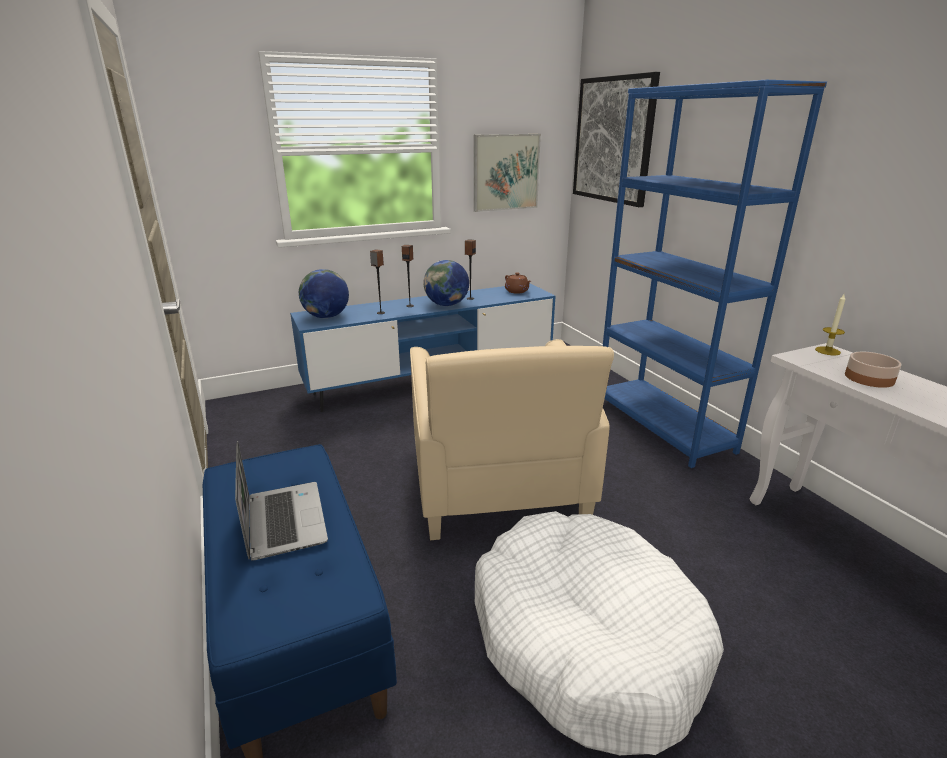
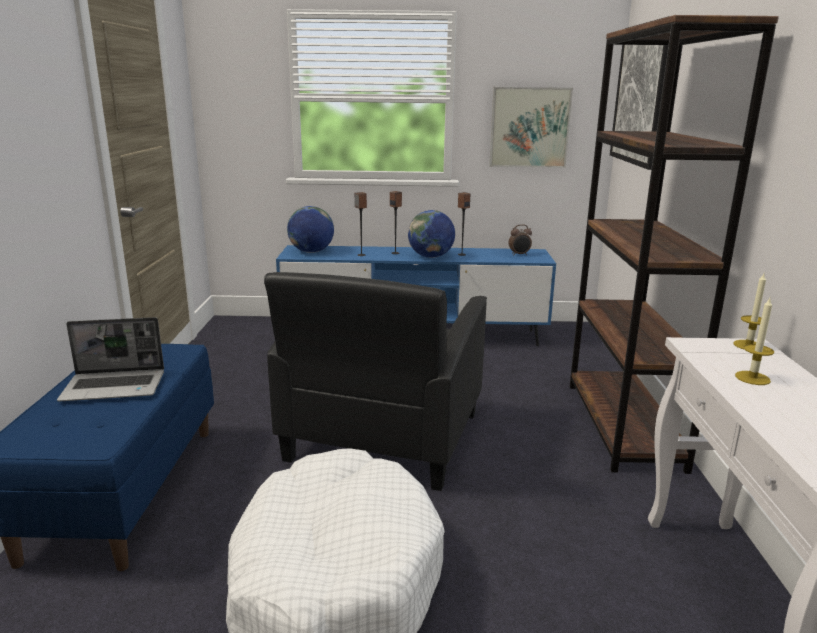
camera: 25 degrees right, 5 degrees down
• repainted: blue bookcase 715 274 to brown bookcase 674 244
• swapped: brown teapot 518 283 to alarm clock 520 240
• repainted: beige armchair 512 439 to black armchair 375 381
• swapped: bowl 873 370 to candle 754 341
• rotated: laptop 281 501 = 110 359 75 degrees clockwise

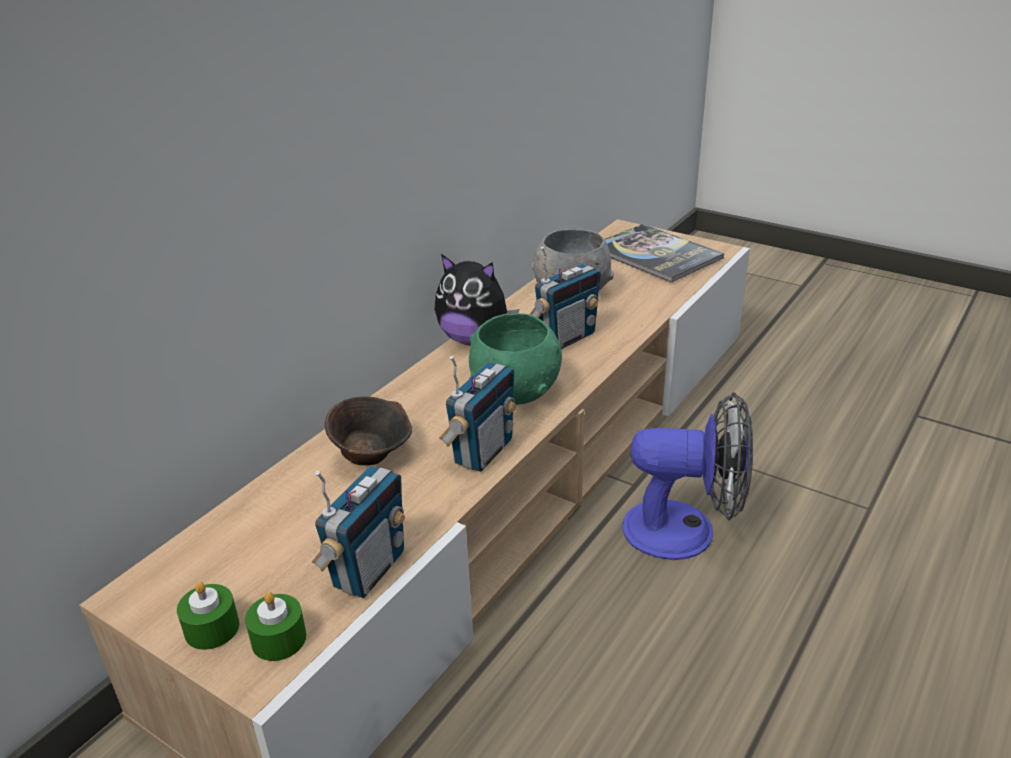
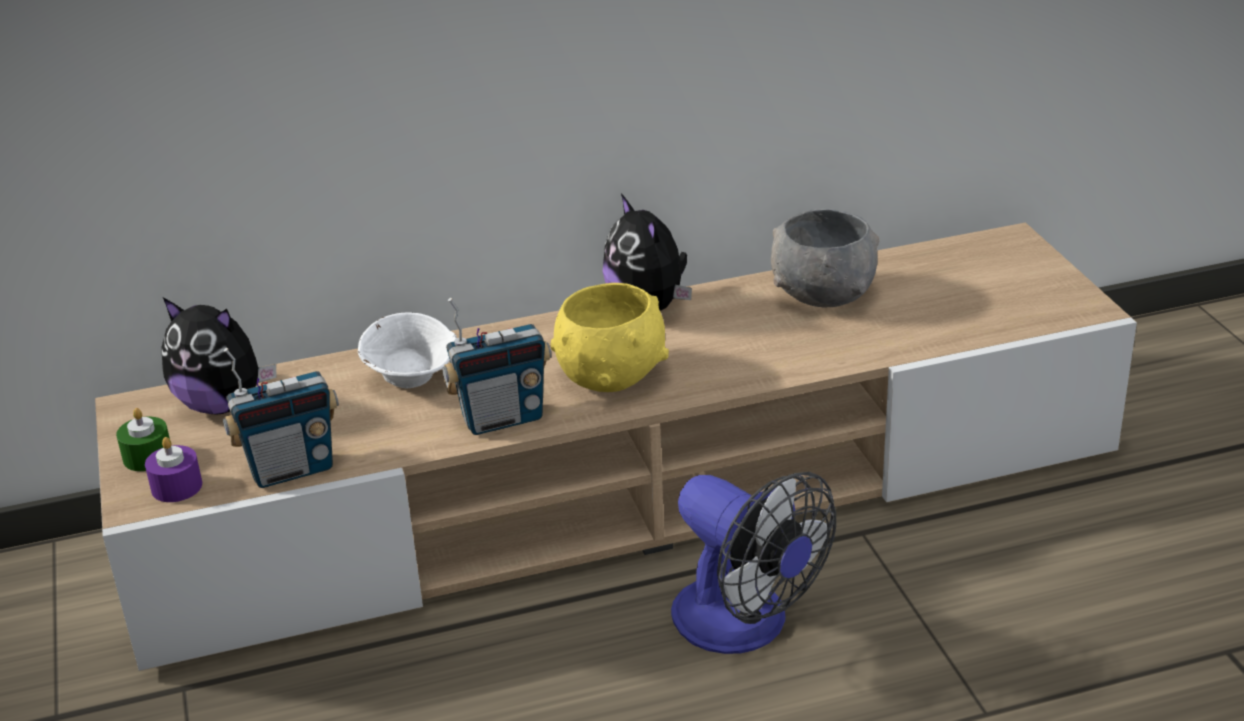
camera: 40 degrees right, 0 degrees up
• gone: book 664 253
• gone: radio 565 297
• repainted: green bowl 515 359 to yellow bowl 610 337
• repainted: brown bowl 368 430 to white bowl 407 350
• repainted: green candle 275 626 to purple candle 173 469
• new: plush toy 218 356

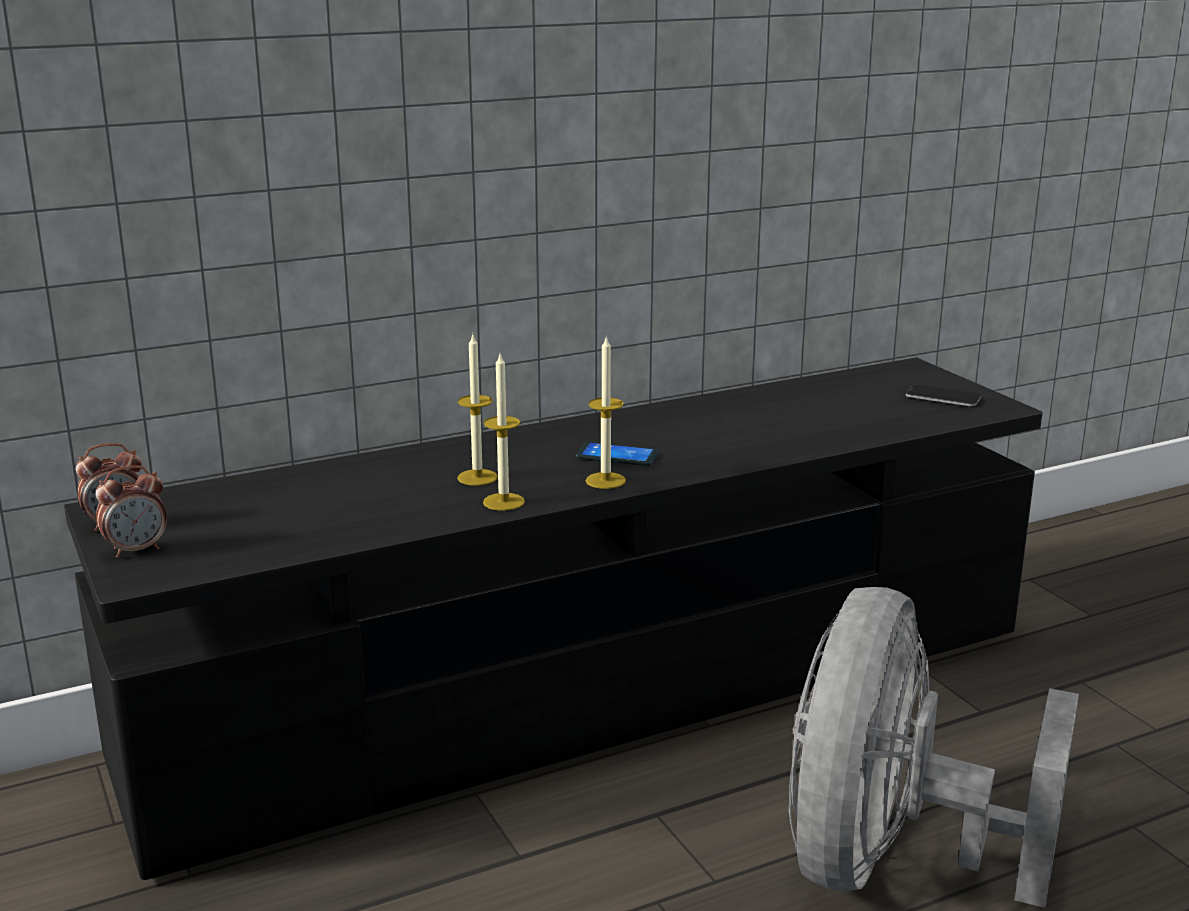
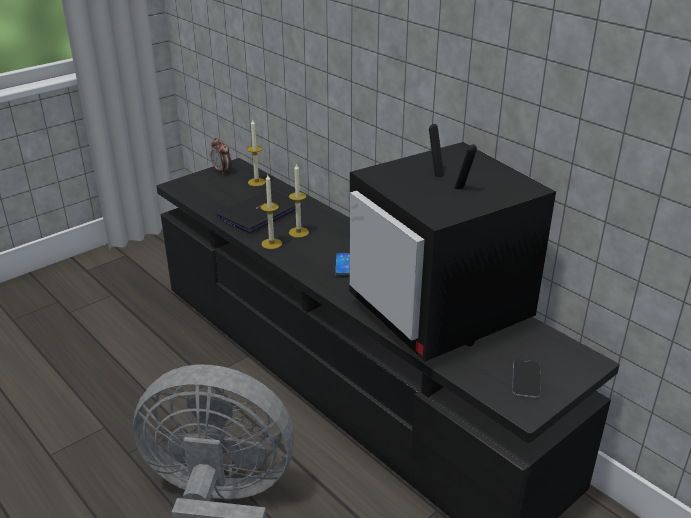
camera: 75 degrees right, 10 degrees up
• shifted: candle 606 412 to 256 153
• gone: alarm clock 131 511
• new: television 452 242
• new: laptop 256 212

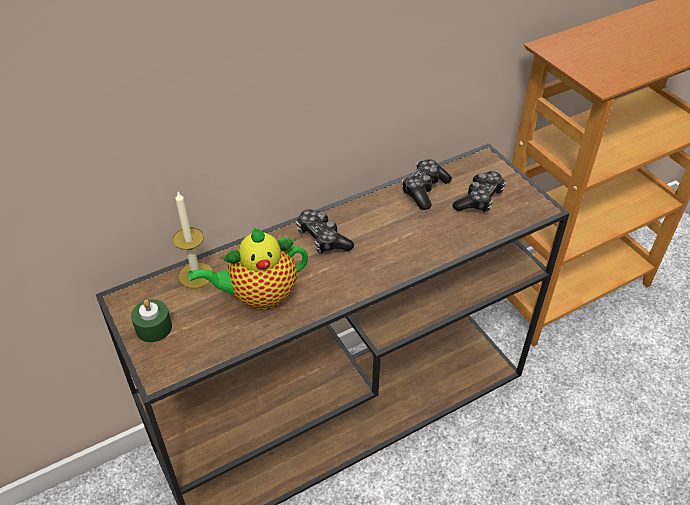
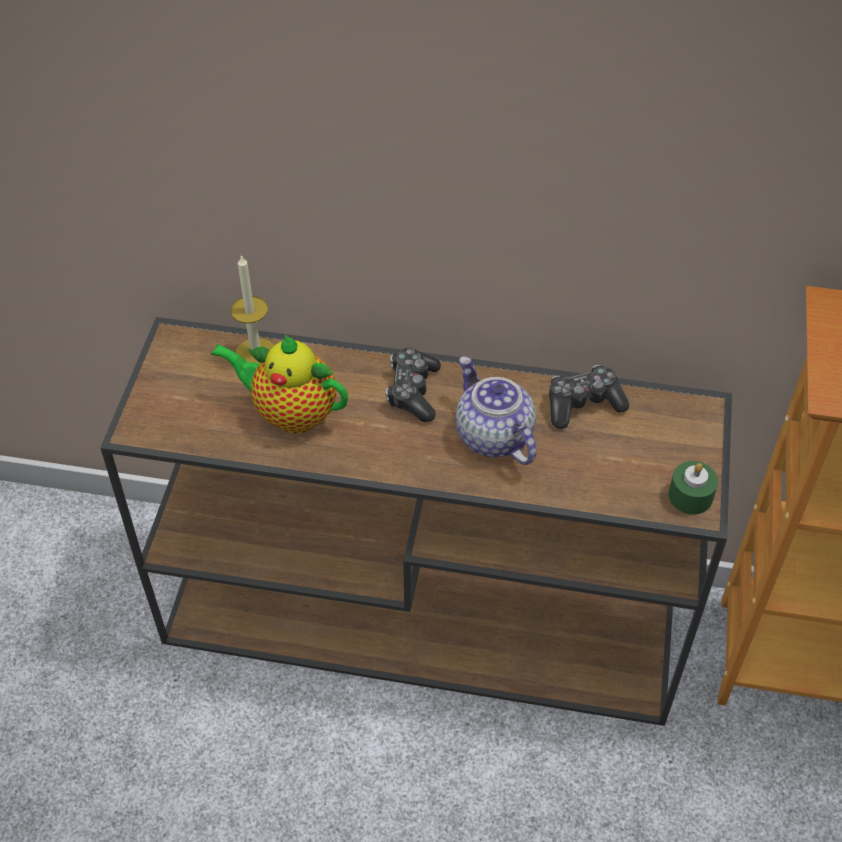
camera: 40 degrees right, 5 degrees up
• gone: game controller 479 191
• shifted: green candle 151 320 to 693 487
• new: teapot 496 410

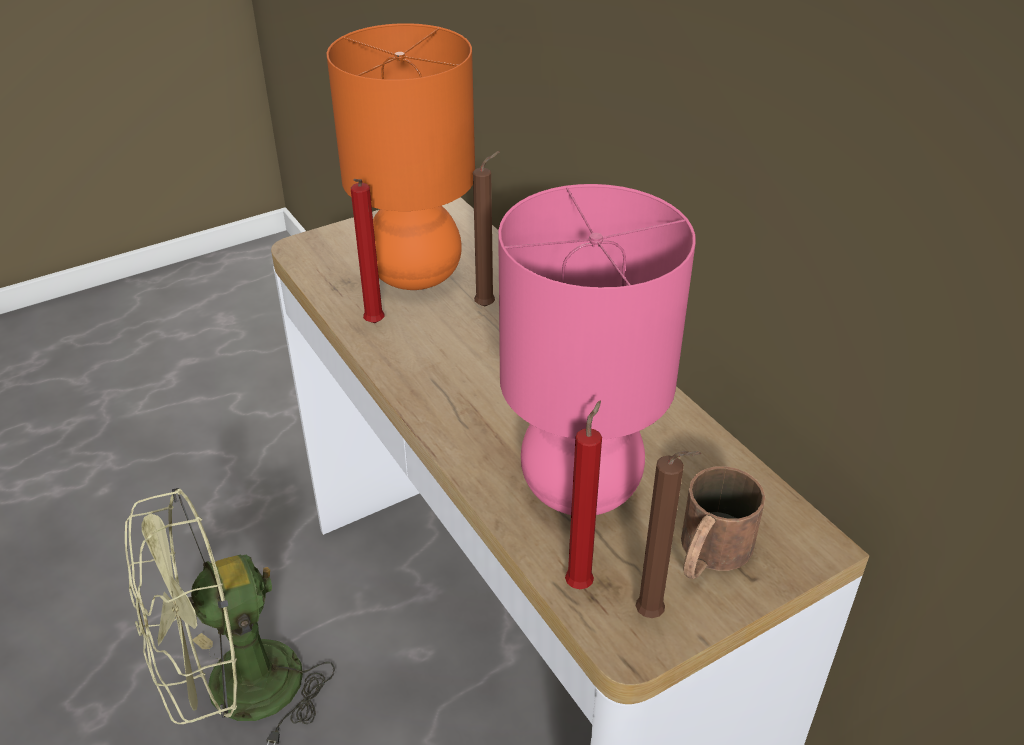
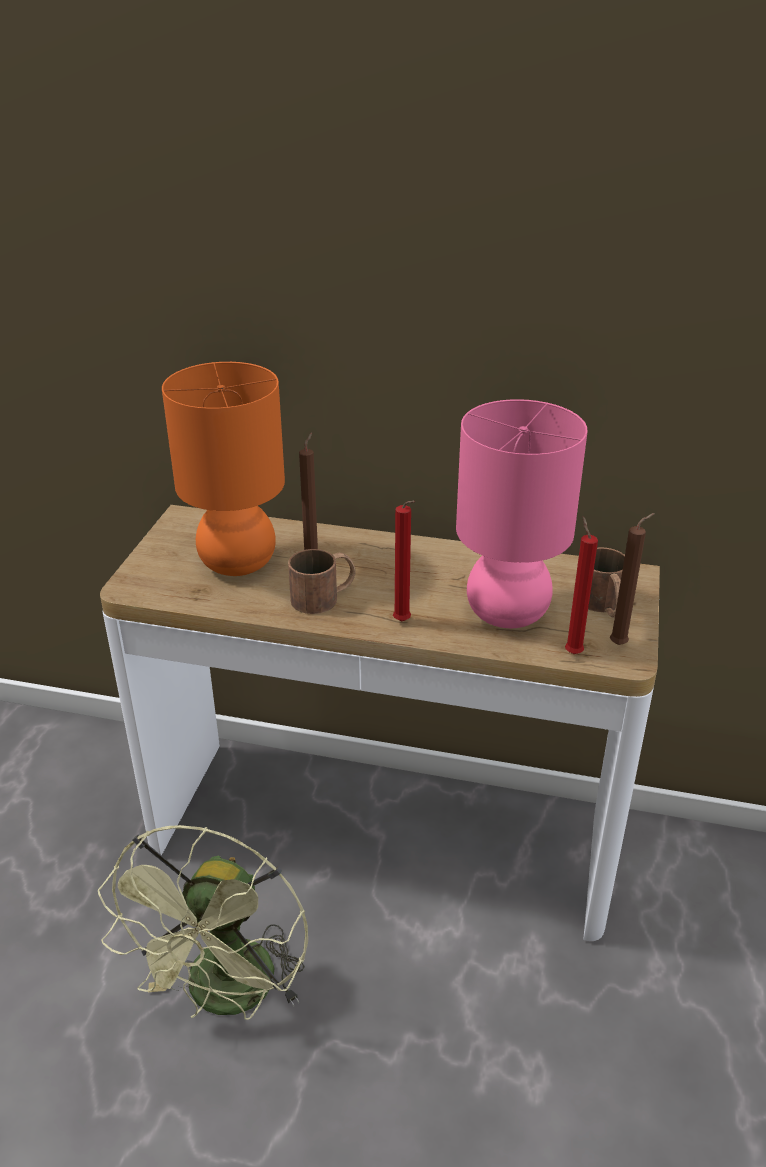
camera: 45 degrees left, 5 degrees down
• shifted: red candle 367 251 to 404 561
• new: brown mug 322 581

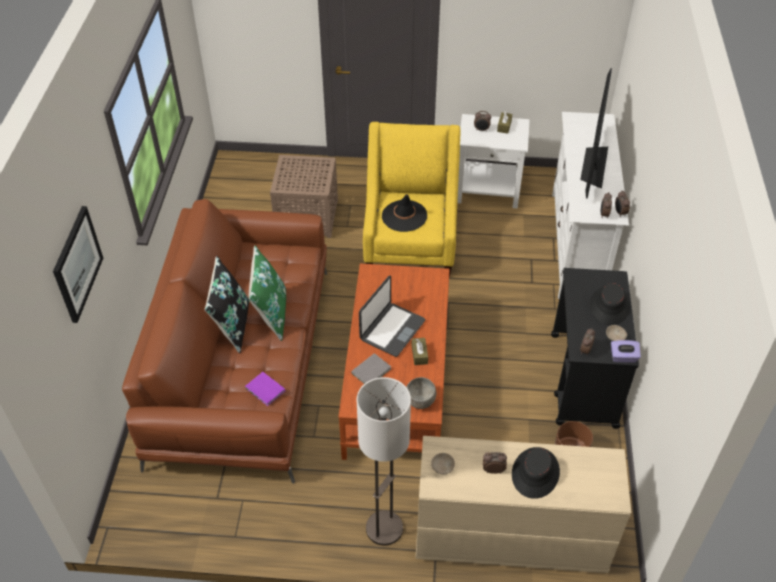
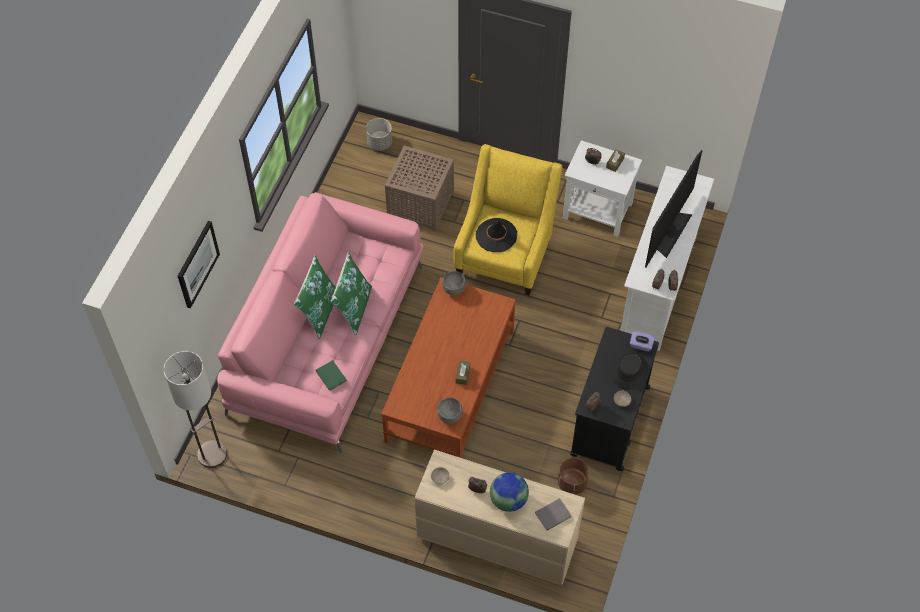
camera: 15 degrees right, 10 degrees up
• repainted: brown sofa 224 341 to pink sofa 320 323
• repainted: black pillow 227 304 to green pillow 315 297
• gone: laptop 392 316
• shifted: purple tissue box 626 351 to 642 341
• shifted: grey book 371 368 to 553 514
• repainted: purple book 265 389 to green book 331 375
• shifted: floor lamp 384 461 to 195 409
• swapped: black hat 536 473 to globe 509 492
• new: grey planter 379 134
• new: grey bowl 454 283

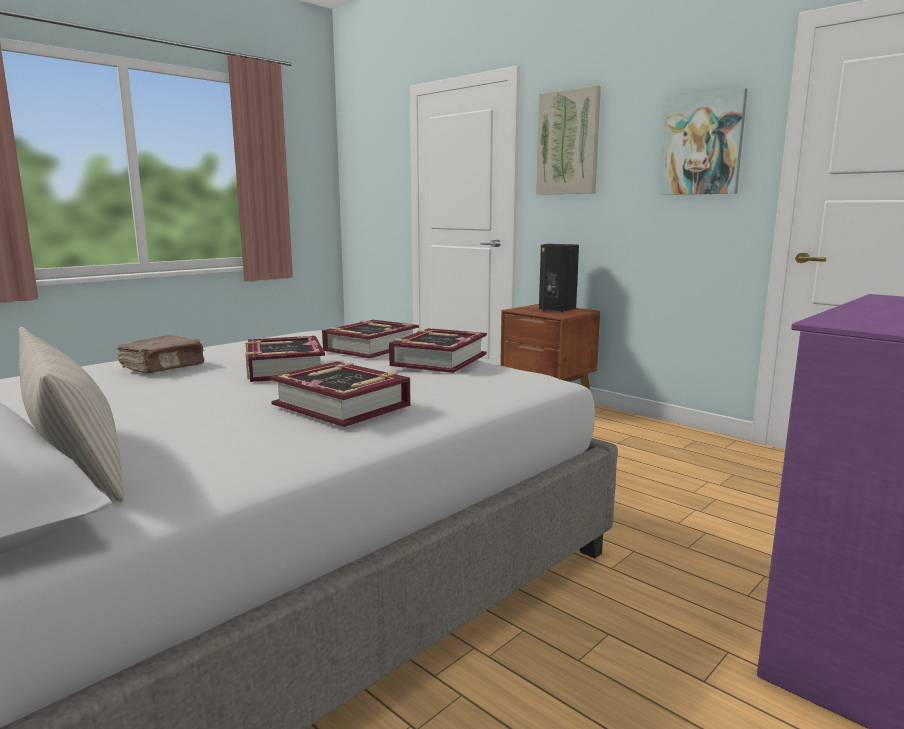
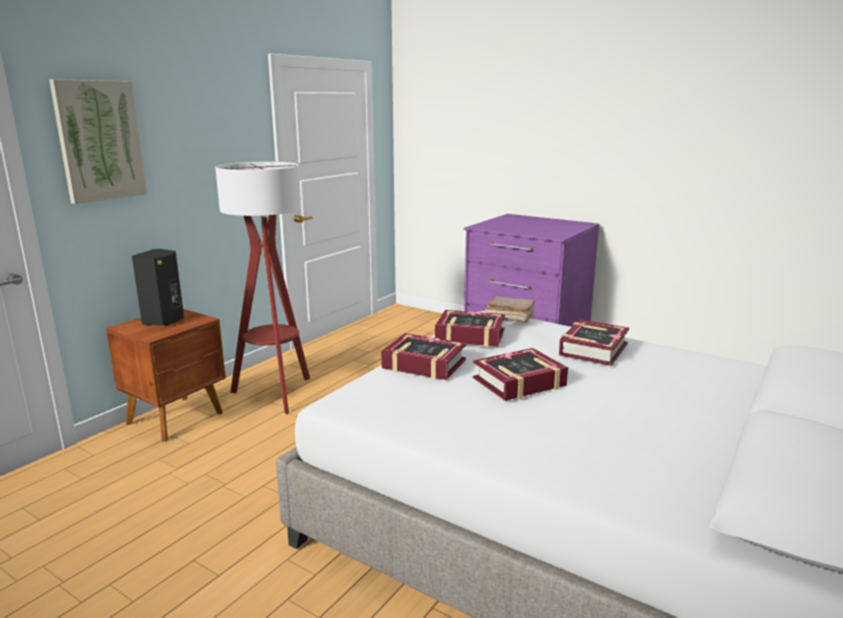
camera: 100 degrees left, 5 degrees up
• gone: picture 703 141
• gone: beige pillow 71 414
• shifted: brown book 161 354 to 510 309
• new: floor lamp 262 288

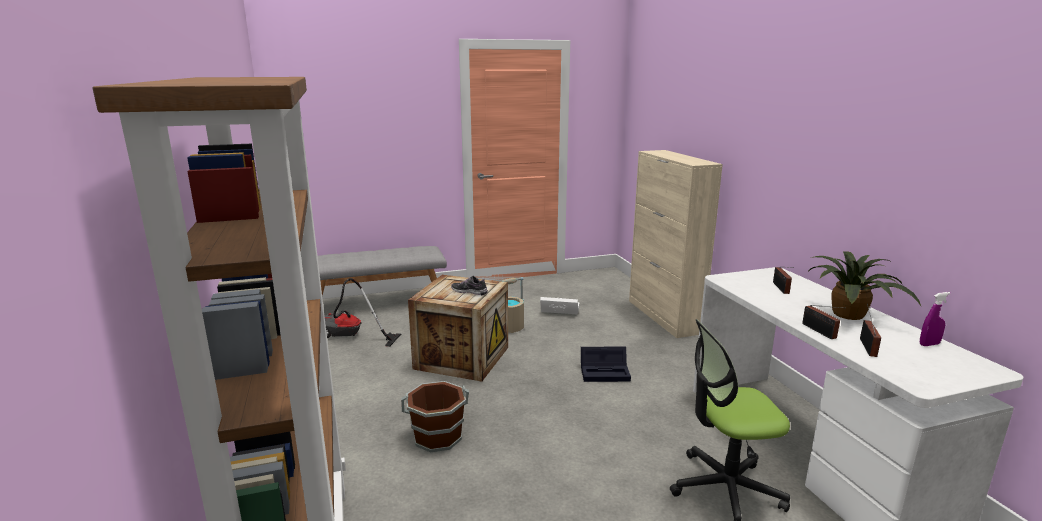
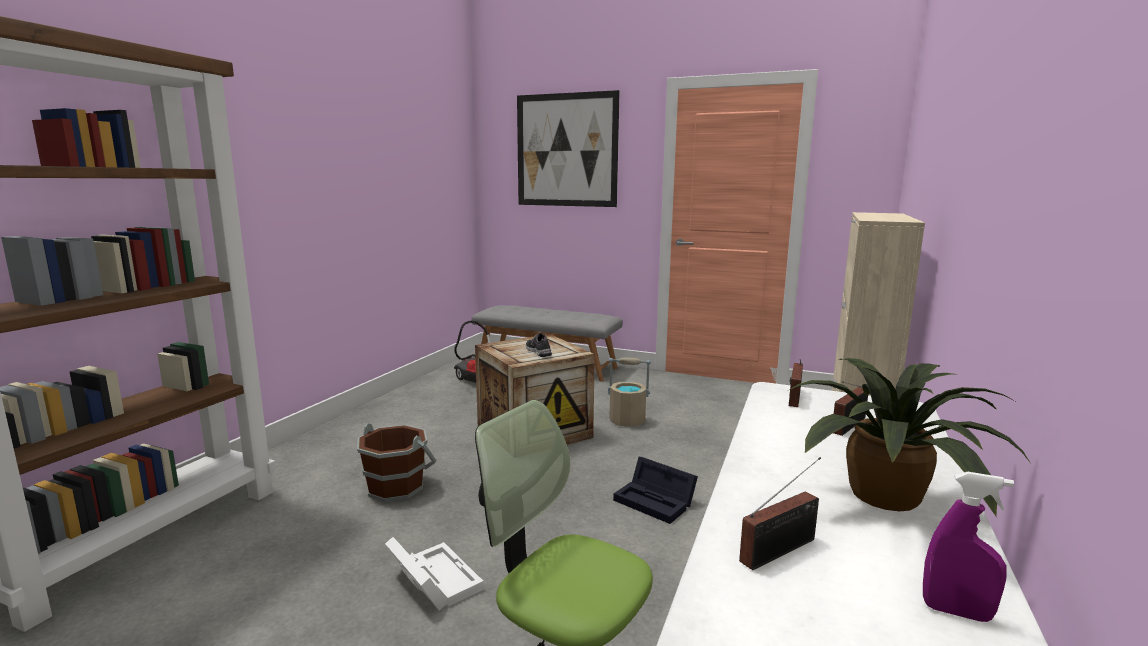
camera: 40 degrees right, 5 degrees down
• shifted: white storage box 560 306 to 434 574
• shifted: radio 821 322 to 796 383
• new: picture 568 148

